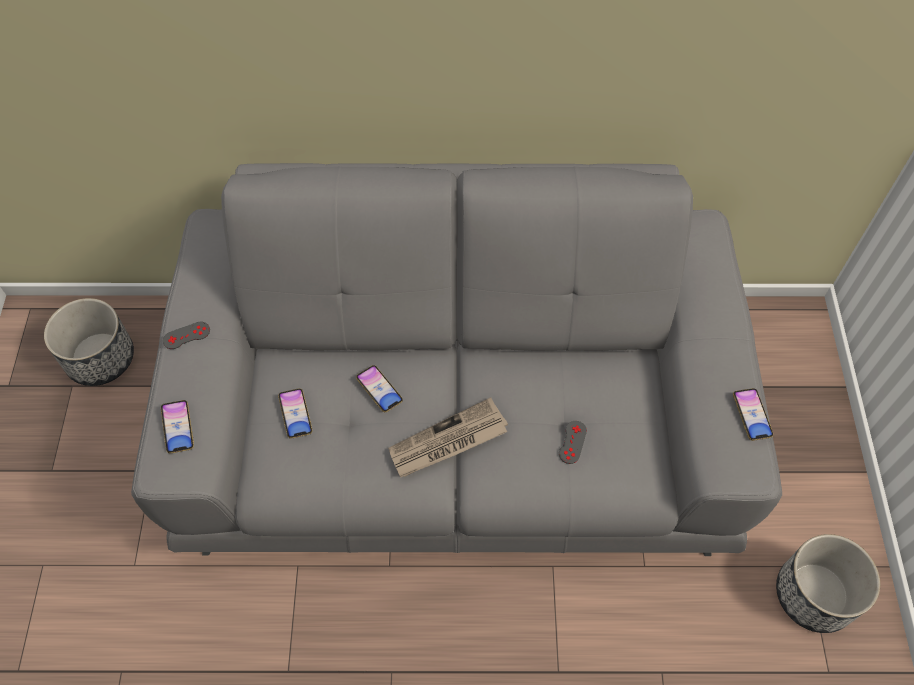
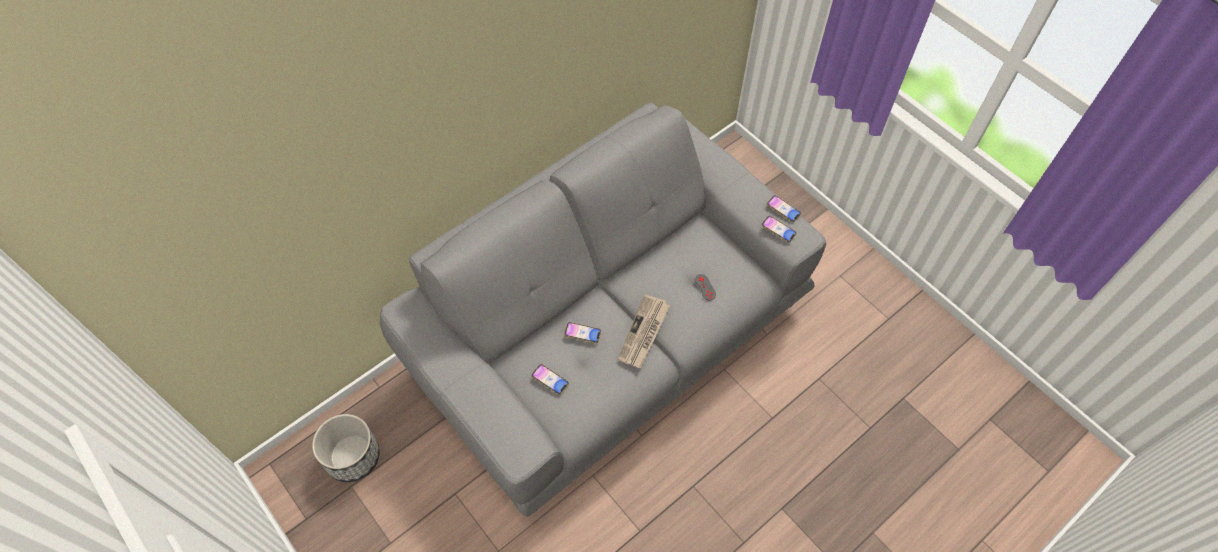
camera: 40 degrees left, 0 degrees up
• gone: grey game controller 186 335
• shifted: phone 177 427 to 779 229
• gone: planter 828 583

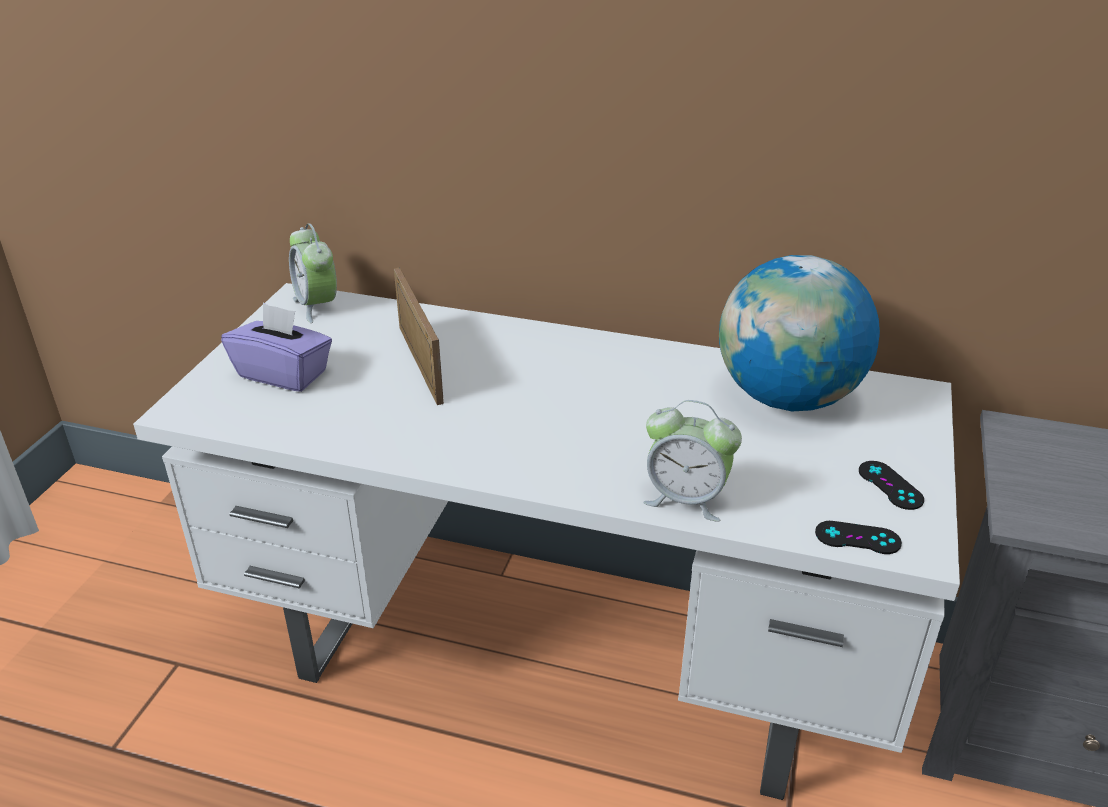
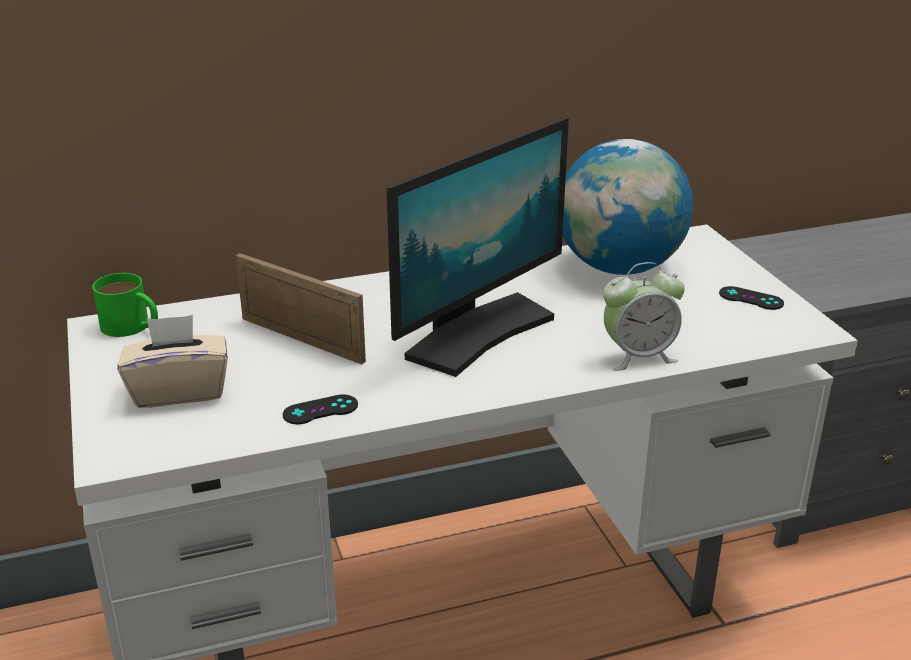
camera: 35 degrees left, 5 degrees down
• swapped: alarm clock 313 273 to green mug 125 305
• repainted: purple tissue box 276 347 to beige tissue box 172 361
• shifted: black game controller 858 537 to 320 409
• new: monitor 477 247

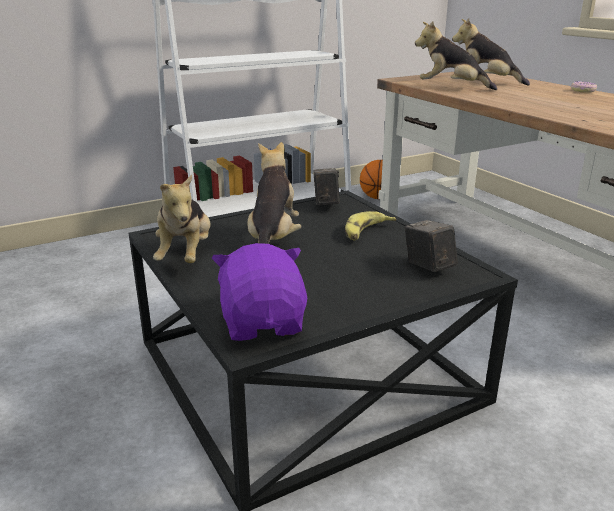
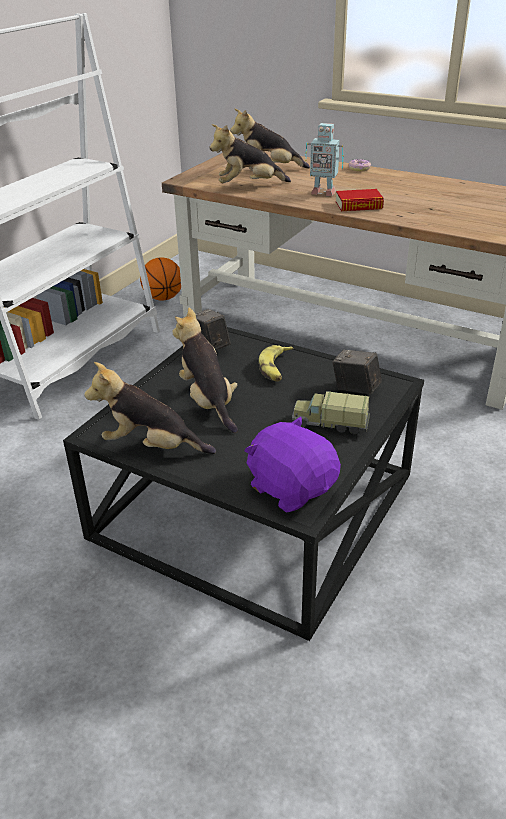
camera: 30 degrees left, 10 degrees up
• rotated: plush toy 182 219 = 150 408 135 degrees clockwise
• new: toy robot 324 159
• new: book 360 200
• new: toy truck 331 412

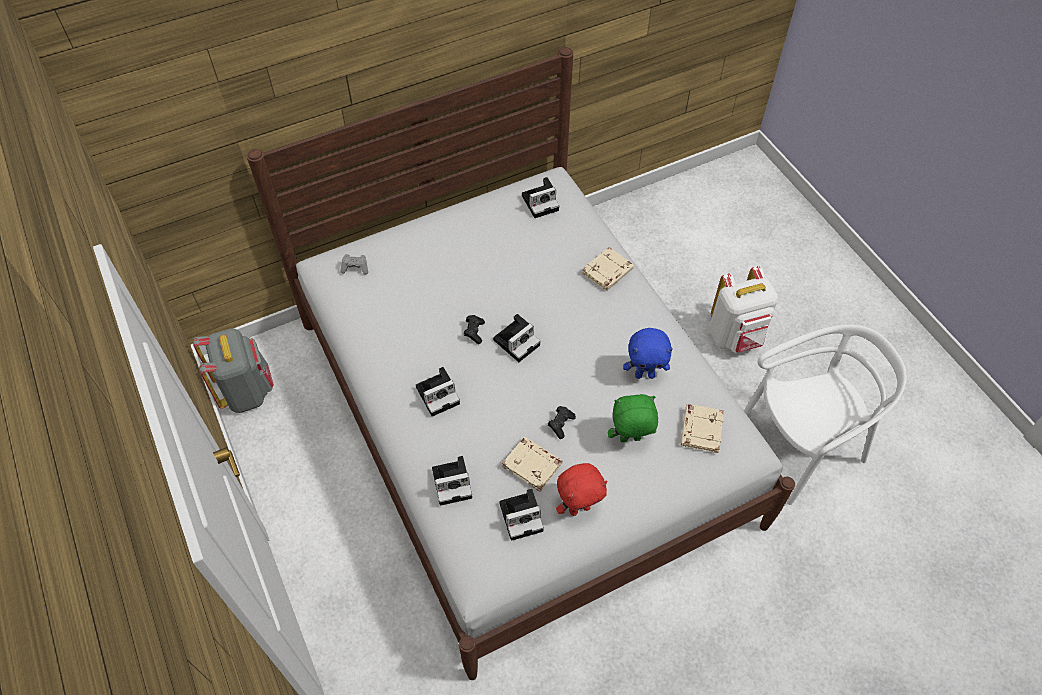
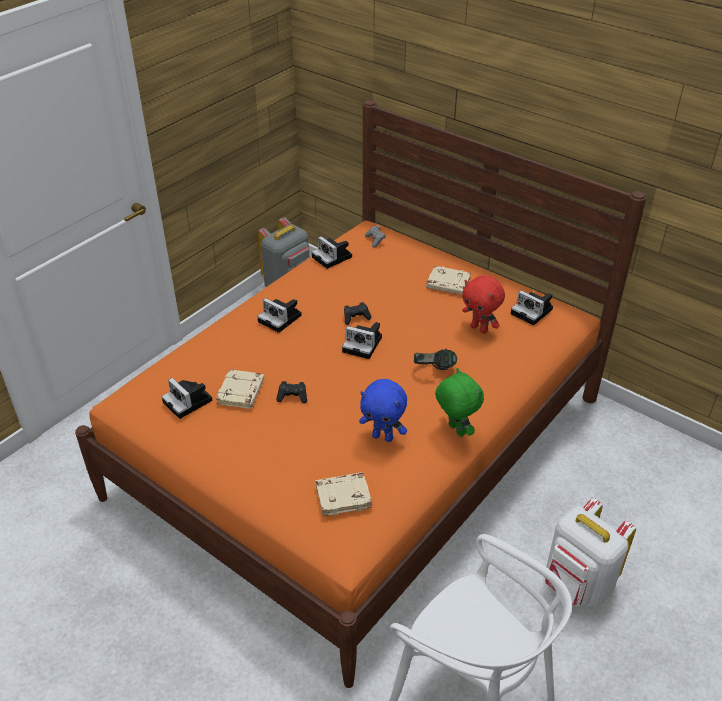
camera: 65 degrees right, 15 degrees down
• repainted: white bed 521 363 to orange bed 360 394
• shifted: beige book 608 269 to 448 280
• rotated: blue plush toy 648 353 = 383 410 45 degrees counterclockwise
• shifted: green plush toy 633 418 to 459 402
• shifted: photo camera 452 481 to 332 252
• shifted: red plush toy 581 489 to 483 304
• new: headphones 435 359

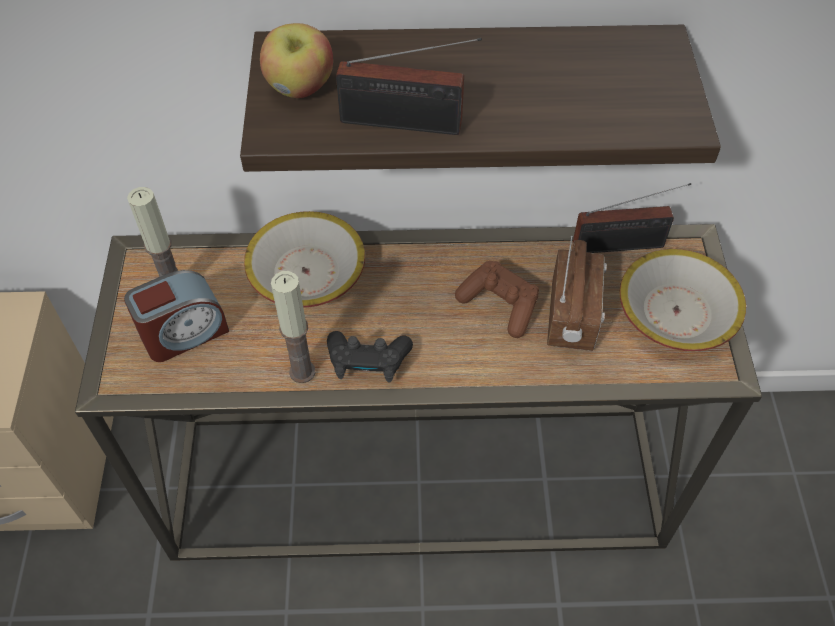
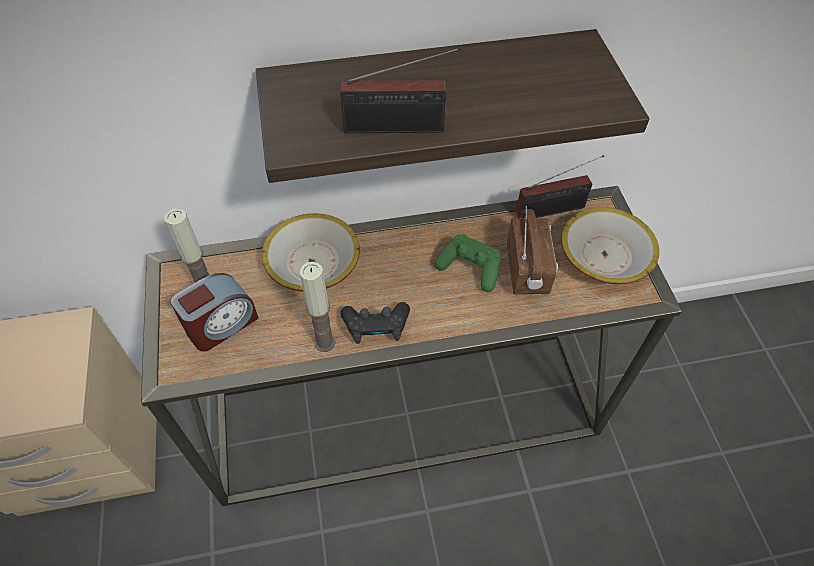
camera: 10 degrees left, 0 degrees up
• gone: apple 296 60
• repainted: brown game controller 497 299 to green game controller 467 263

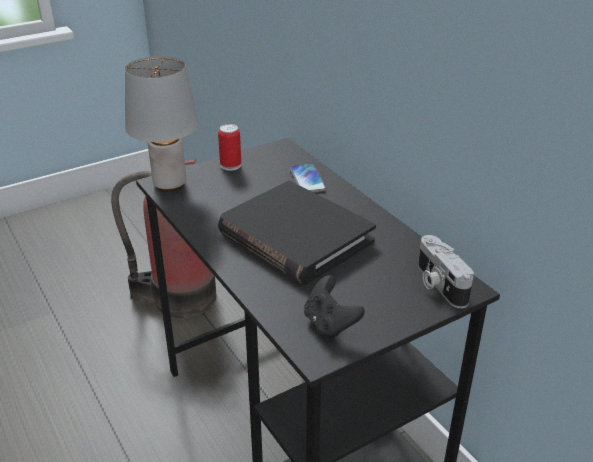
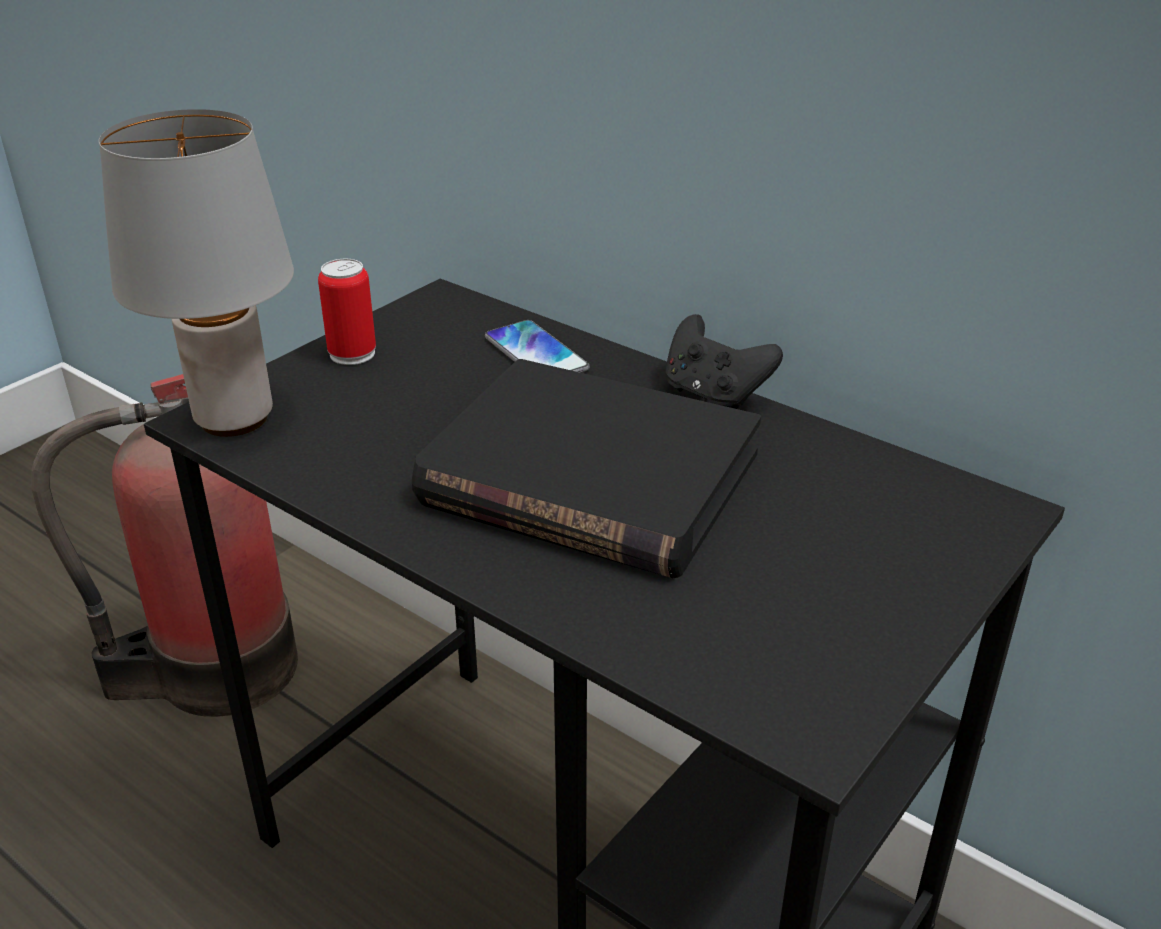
camera: 20 degrees left, 0 degrees up
• gone: photo camera 446 271
• shifted: black game controller 334 307 to 724 361

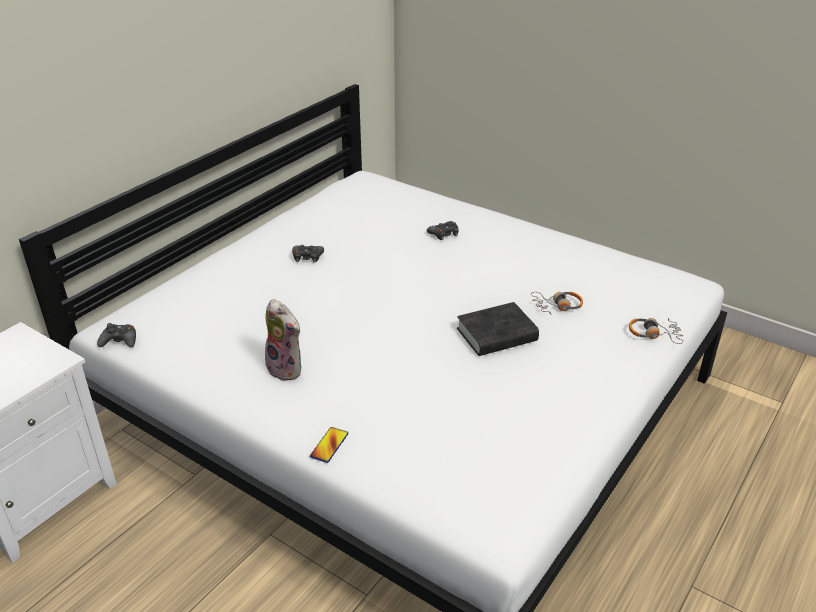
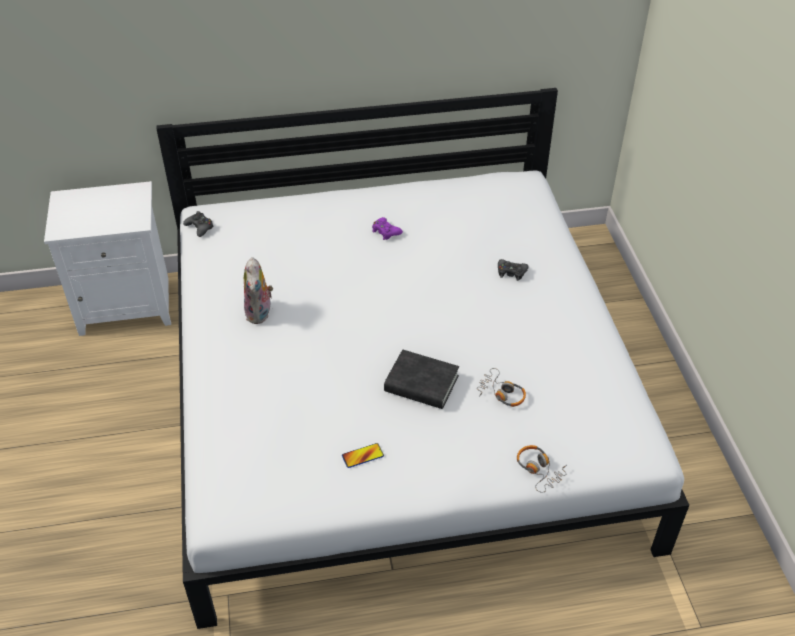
camera: 45 degrees right, 10 degrees up
• repainted: black game controller 308 254 to purple game controller 387 228
• shifted: phone 329 445 to 363 455

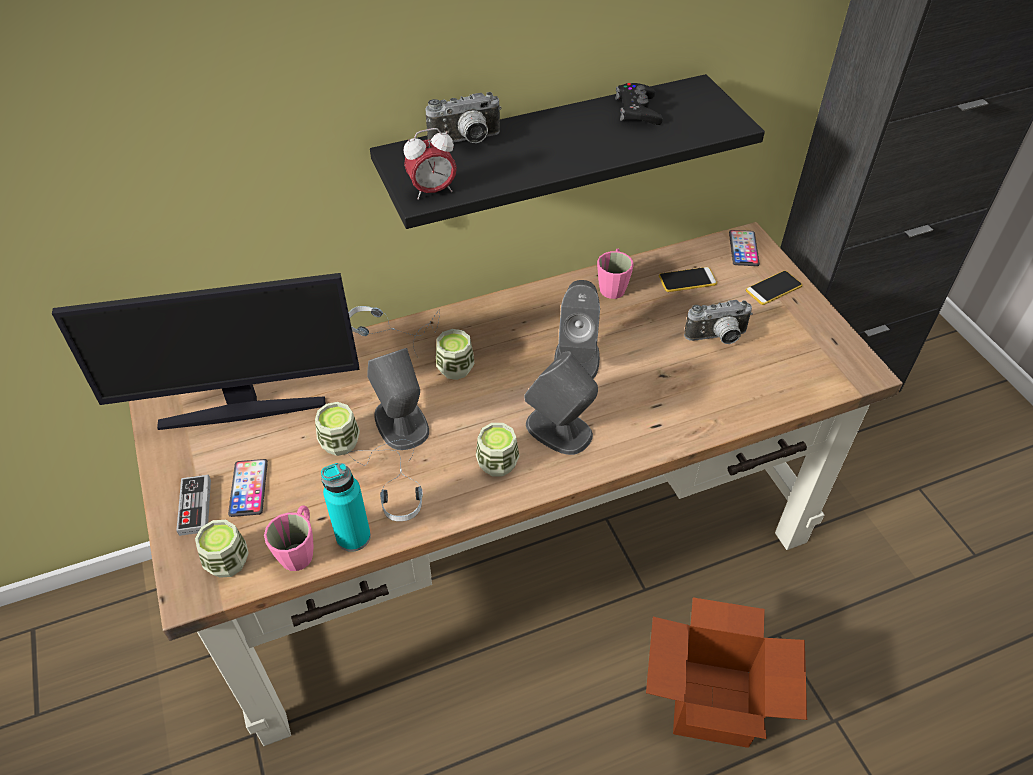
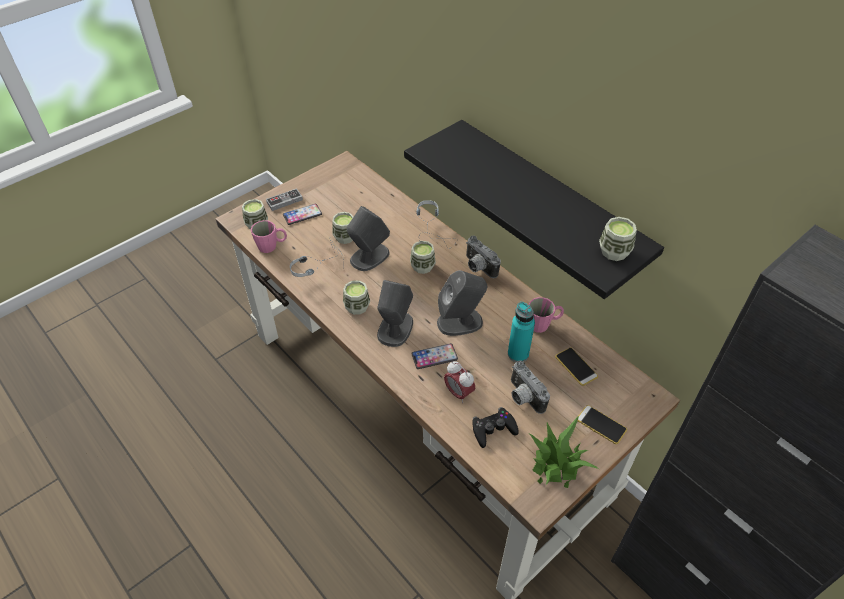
camera: 70 degrees right, 0 degrees up
• shifted: black game controller 639 104 to 495 427
• shifted: photo camera 463 117 to 483 257
• shifted: alarm clock 430 164 to 459 382
• shifted: phone 744 248 to 434 356
• gone: monitor 206 351
• shifted: turquoise bottle 346 507 to 521 332
• gone: cardboard box 726 673
• new: cup 618 239
• new: potted plant 564 452

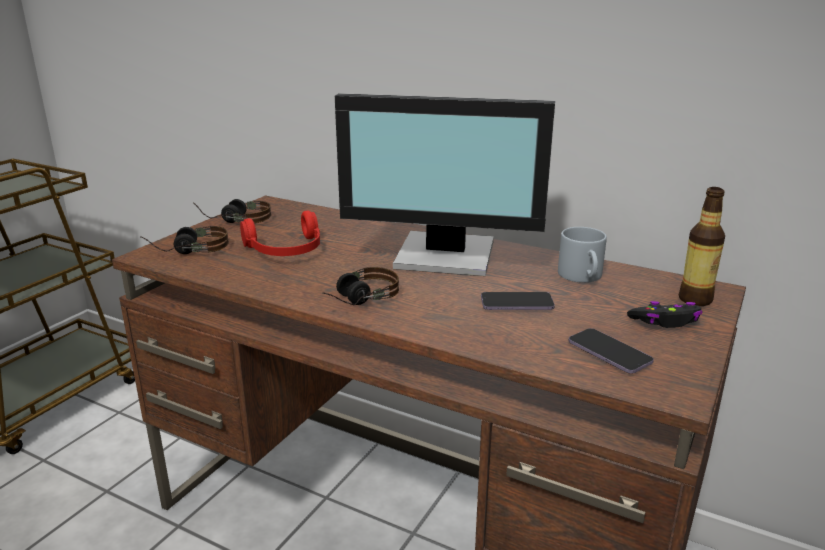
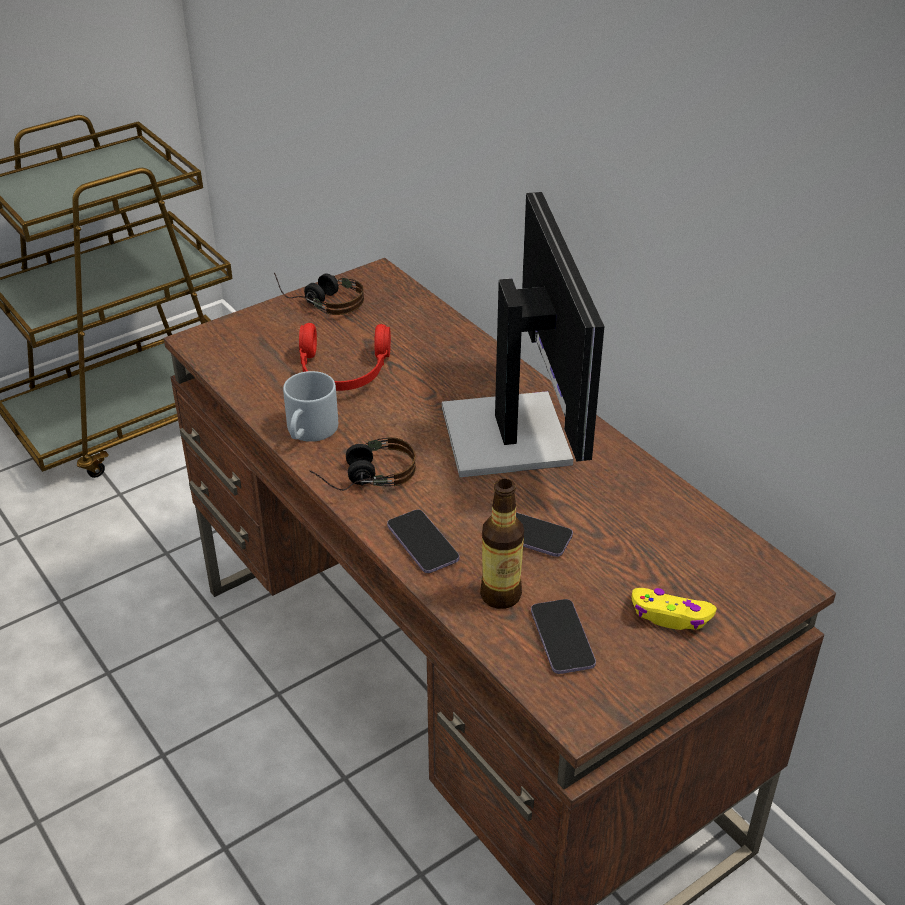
camera: 25 degrees right, 15 degrees up
• rotated: monitor 445 184 = 523 334 135 degrees counterclockwise
• shifted: bottle 702 246 to 502 544
• gone: headphones 184 240
• shifted: grey mug 582 255 to 310 406
• repainted: black game controller 665 314 to yellow game controller 674 609
• new: phone 423 541

